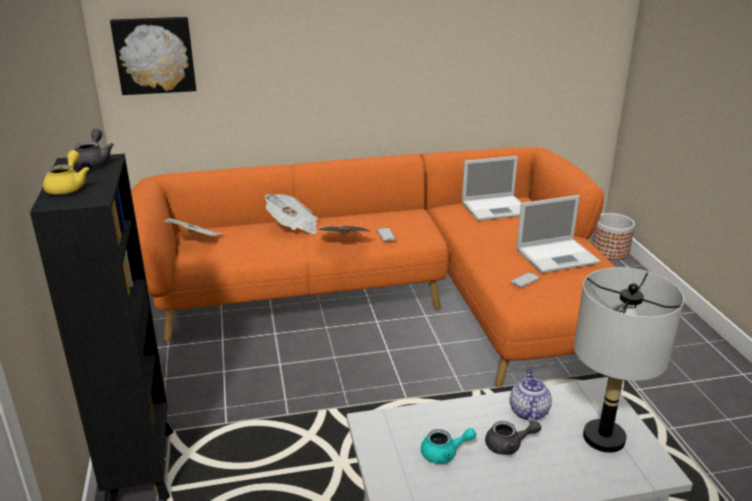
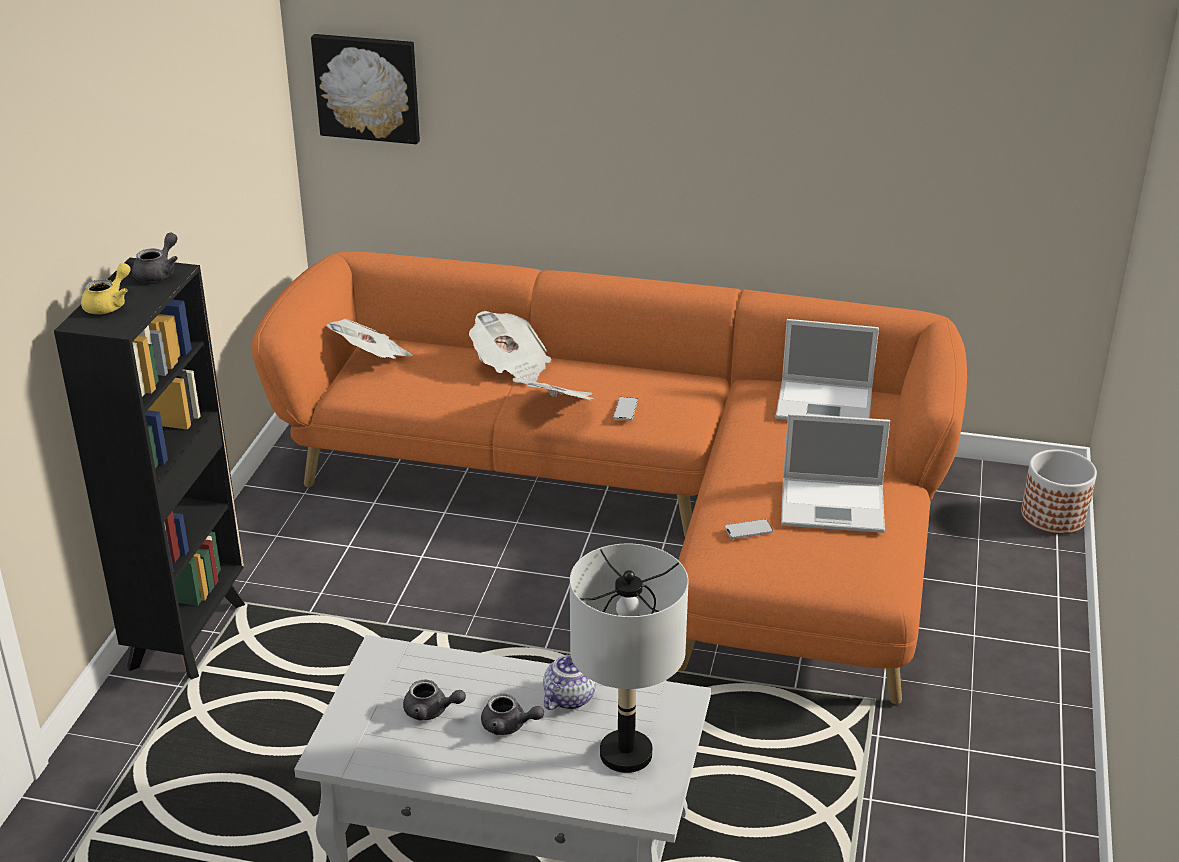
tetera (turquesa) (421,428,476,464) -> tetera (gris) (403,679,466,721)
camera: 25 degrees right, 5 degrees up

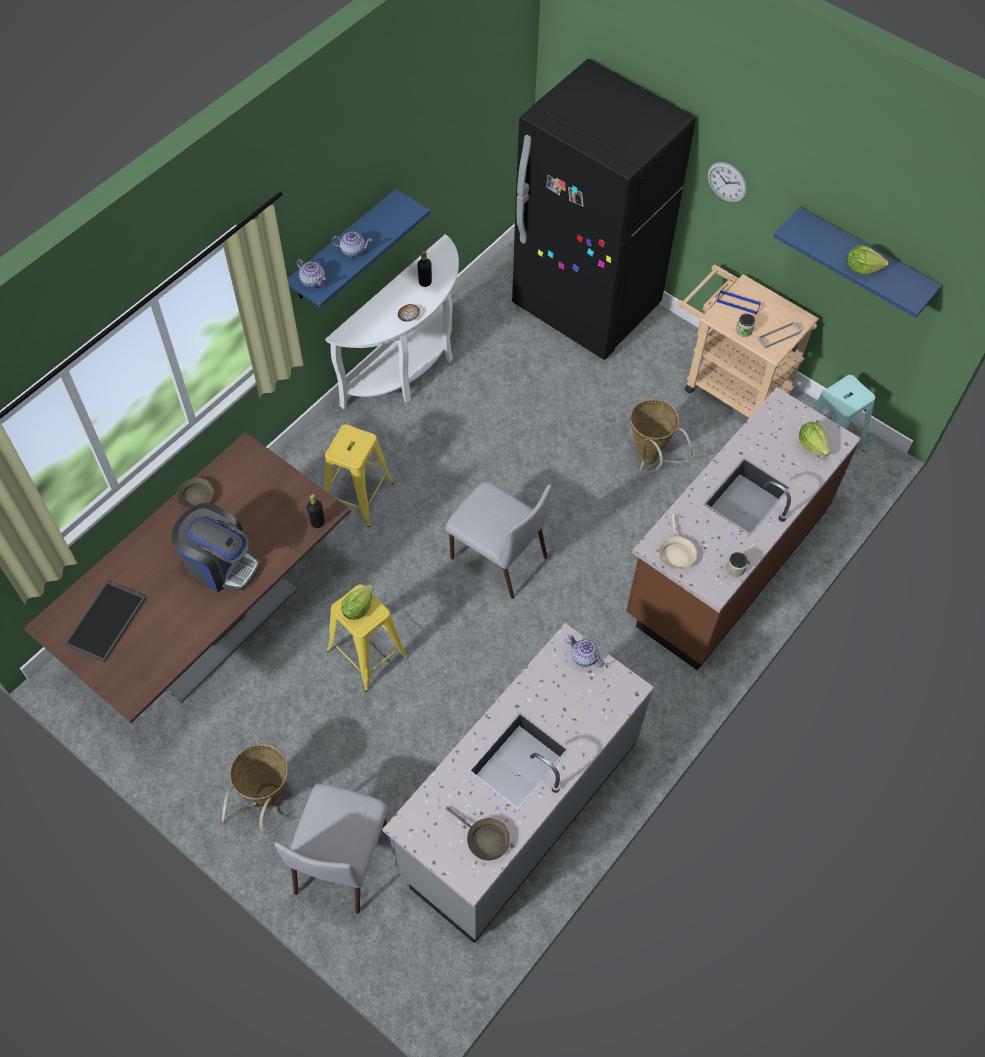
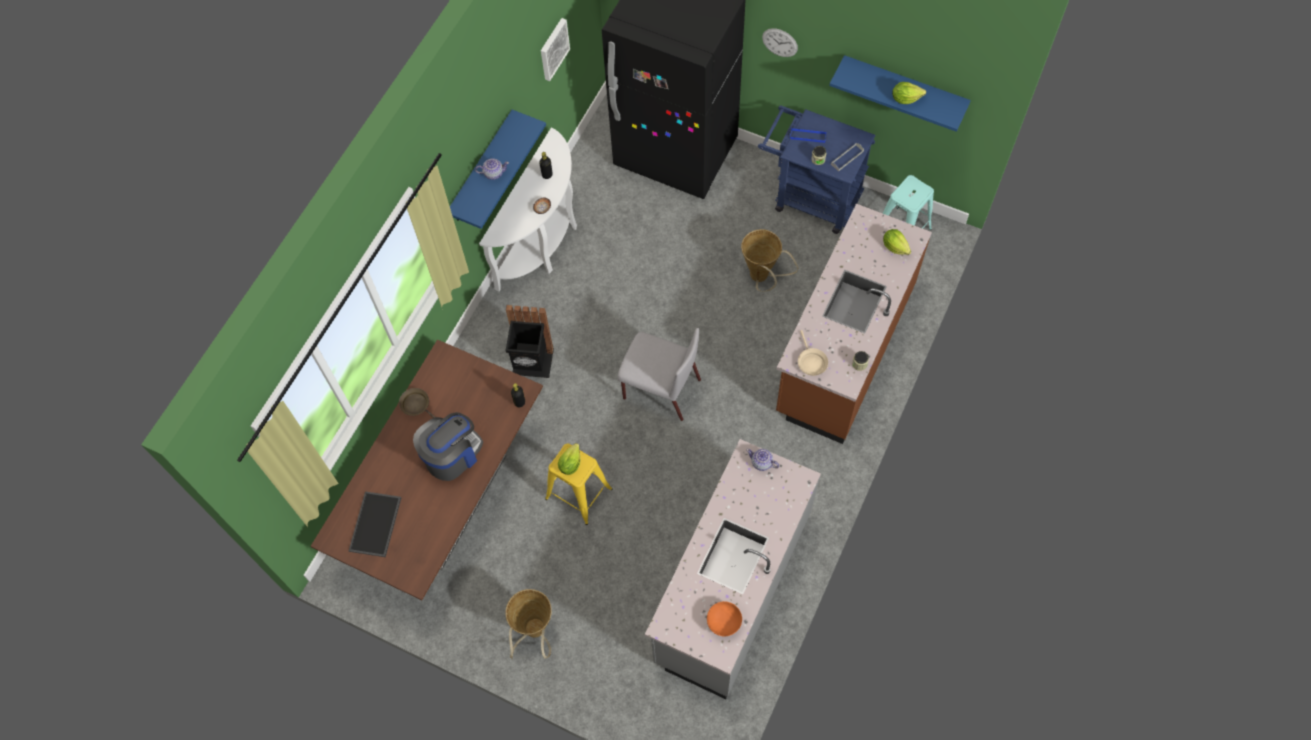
cafetera (171,503,260,592) -> cafetera (413,412,483,481), 60 degrees counterclockwise
silla (gris) (274,783,388,914) -> none
tetera (297,259,326,288) -> none
taburete (amarillo) (324,424,394,527) -> papelera (negro) (505,305,554,378)
sartén (marrón) (446,807,510,861) -> cuenco (naranja) (707,601,742,637)
carrito (beis) (677,265,819,418) -> carrito (azul) (758,105,876,234)
none -> cuadro (541,18,570,81)
camera: 10 degrees left, 5 degrees up

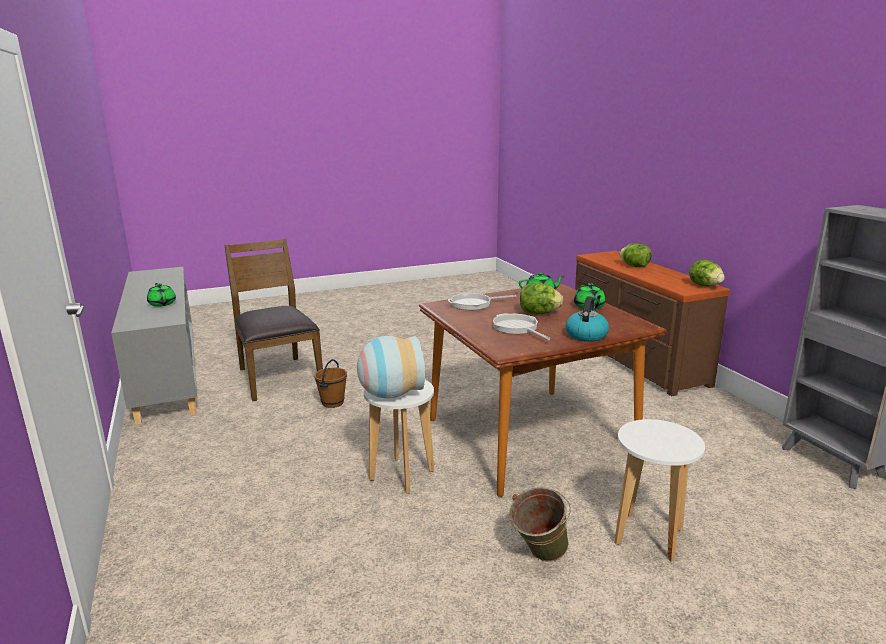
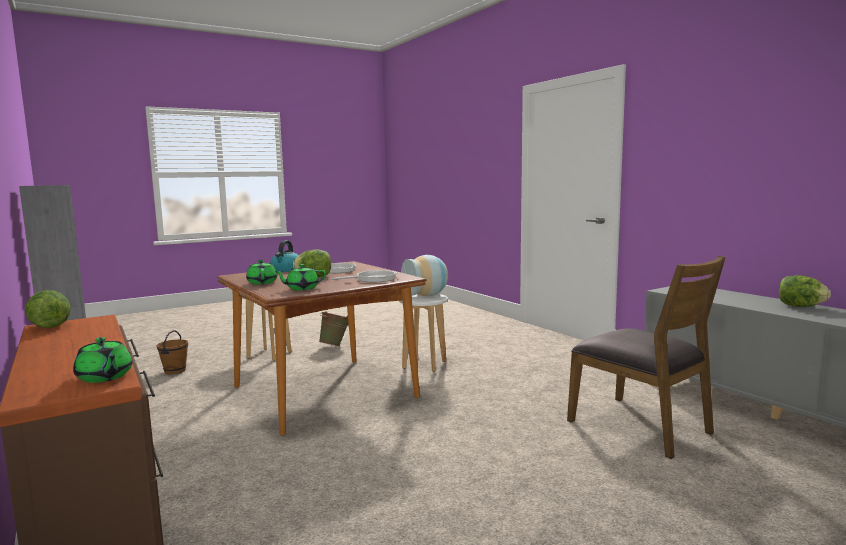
tetera (verde) (147,283,176,307) -> tetera (verde) (73,337,132,383), moved
cubo (marrón) (314,359,347,408) -> cubo (marrón) (157,330,188,374), moved
lechuga (619,243,652,267) -> lechuga (779,275,831,307), moved
camera: 170 degrees right, 10 degrees down

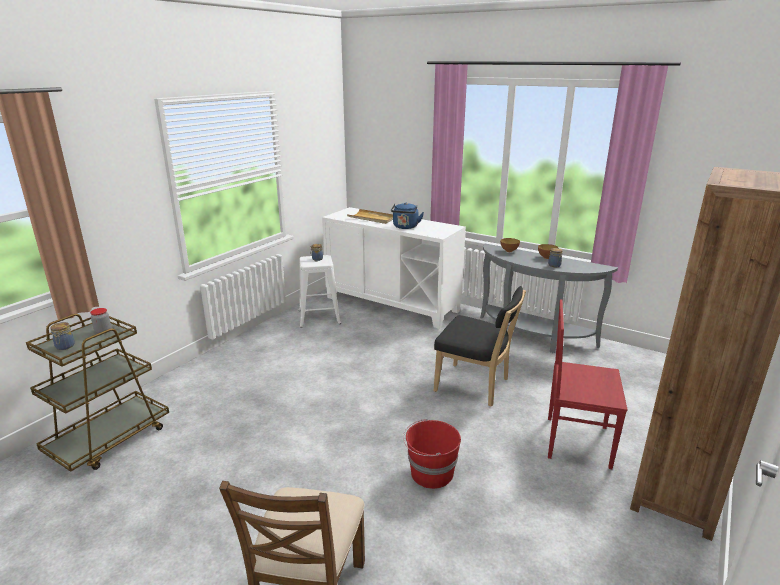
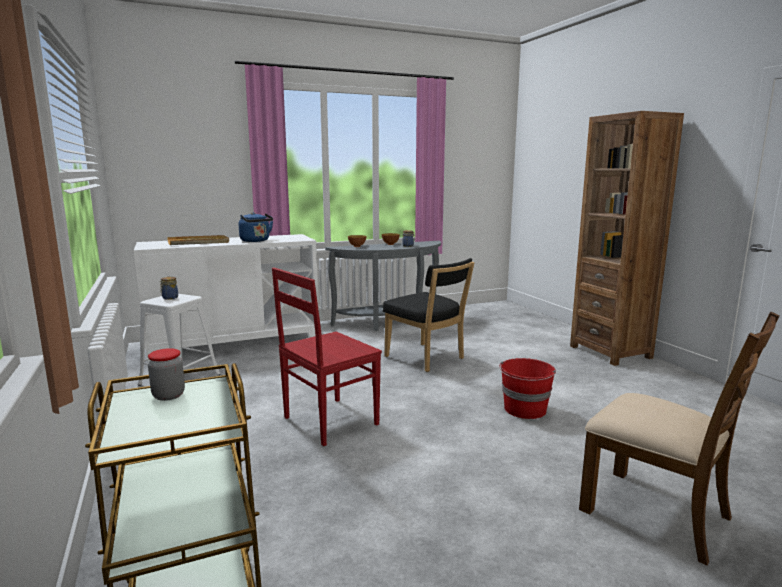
tarro (50,322,75,350) -> none
silla (negro) (434,286,526,406) -> silla (negro) (383,258,475,372), 75 degrees clockwise
silla (rojo) (548,299,628,469) -> silla (rojo) (272,268,382,446), moved
camera: 55 degrees left, 10 degrees down

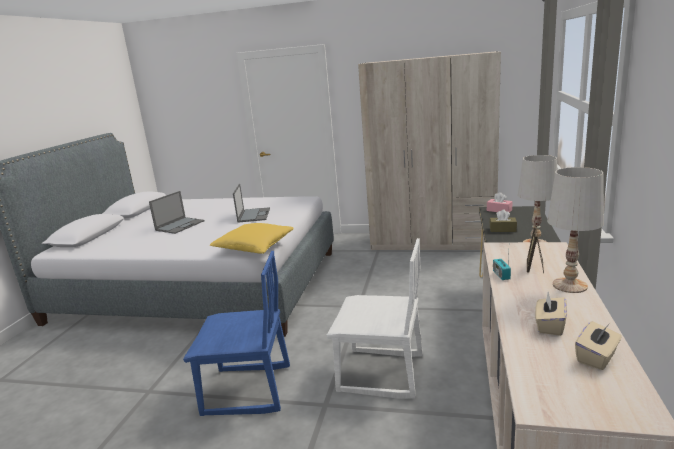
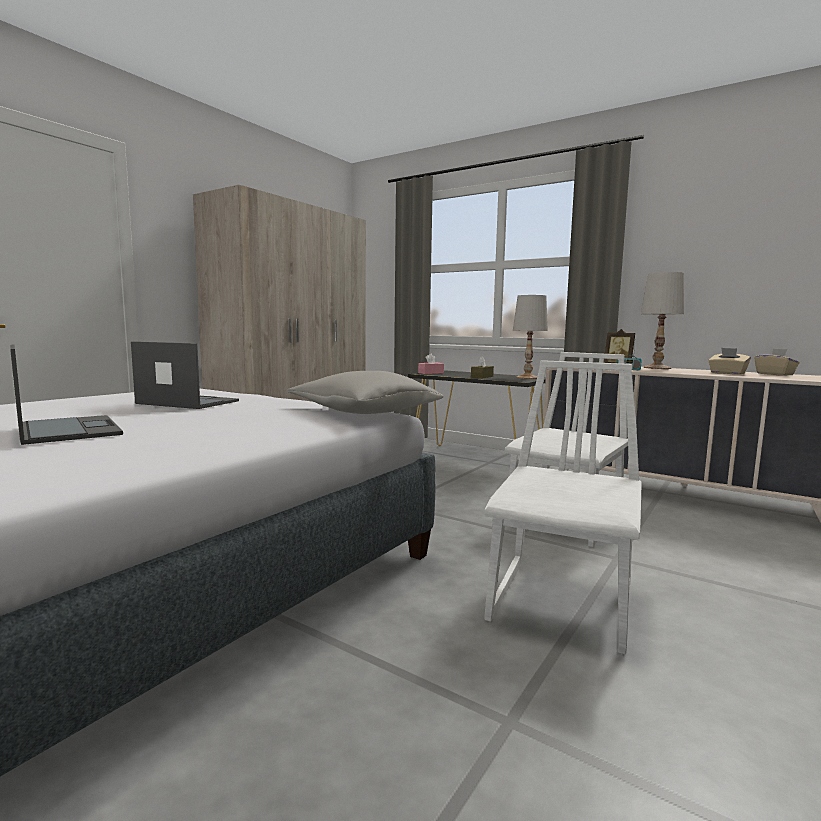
silla (azul) (183,251,290,416) -> silla (blanco) (484,360,642,654)
cojín (amarillo) (210,223,294,254) -> cojín (gris) (287,371,444,414)
camera: 70 degrees left, 10 degrees down

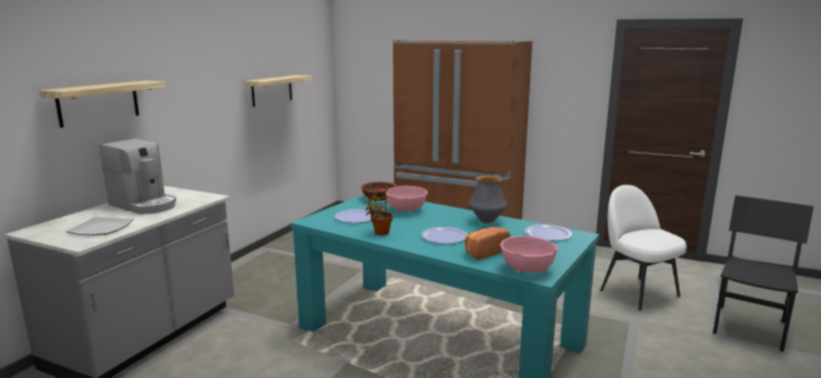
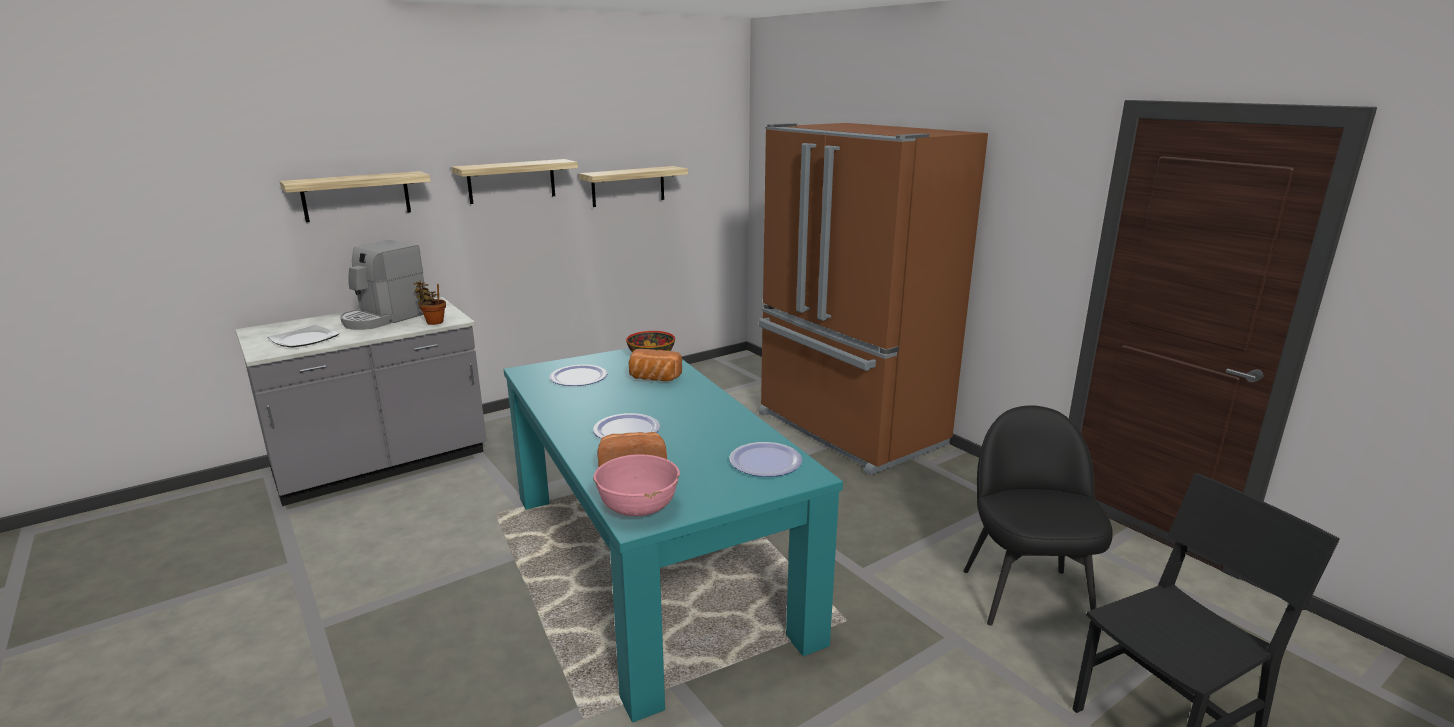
cafetera (99,138,176,214) -> cafetera (340,240,425,330), 60 degrees clockwise
planta en maceta (363,197,393,235) -> planta en maceta (413,280,446,325), moved
cuenco (rosa) (386,186,428,211) -> pan (629,349,682,381)
florero (469,176,507,224) -> none
silla (blanco) (600,185,687,311) -> silla (negro) (963,405,1113,626)
none -> estante (451,159,578,204)
camera: 30 degrees right, 5 degrees up

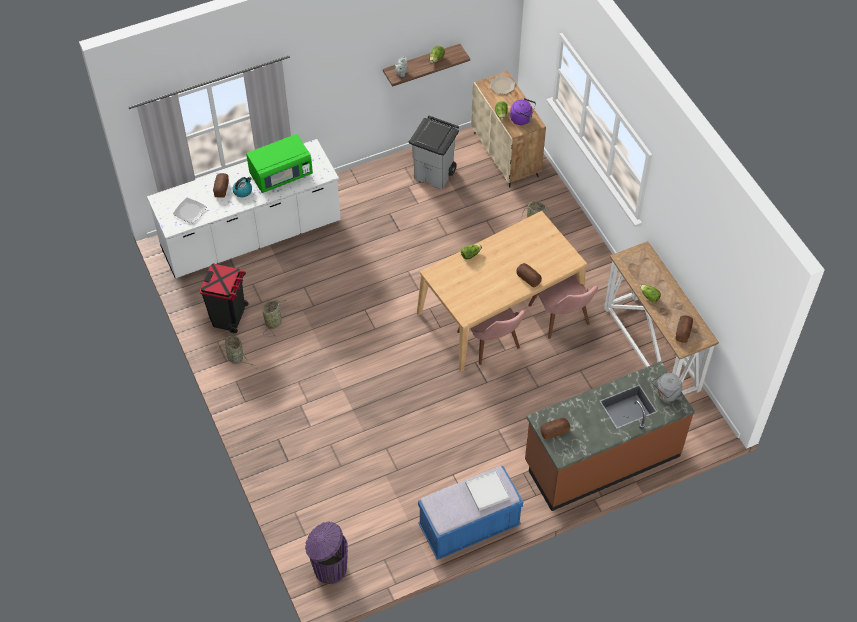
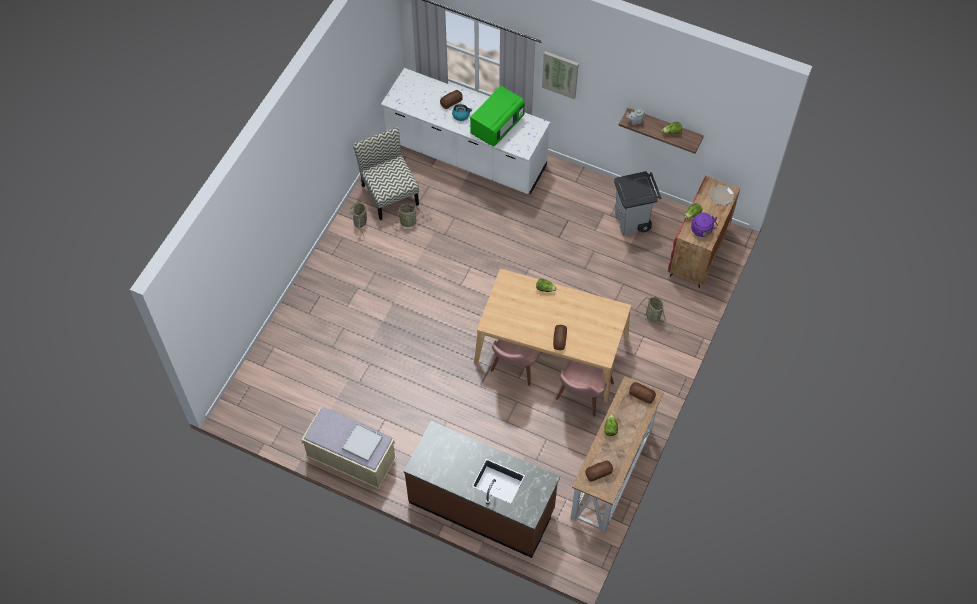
plato (173,198,206,223) -> none
papelera (negro) (200,263,249,333) -> silla (353,127,419,220)
microondas (verde) (246,134,313,193) -> microondas (verde) (470,86,525,146), 75 degrees counterclockwise
papelera (morado) (305,522,348,584) -> none
banco (azul) (418,466,523,560) -> banco (beis) (301,407,397,490)
armario (beis) (471,71,546,187) -> armario (rojo) (668,176,740,288)
pan (540,418,570,439) -> pan (629,382,656,404), moved
hervidor (gris) (652,373,683,402) -> none
none -> cuadro (542,51,579,99)
camera: 50 degrees right, 5 degrees up

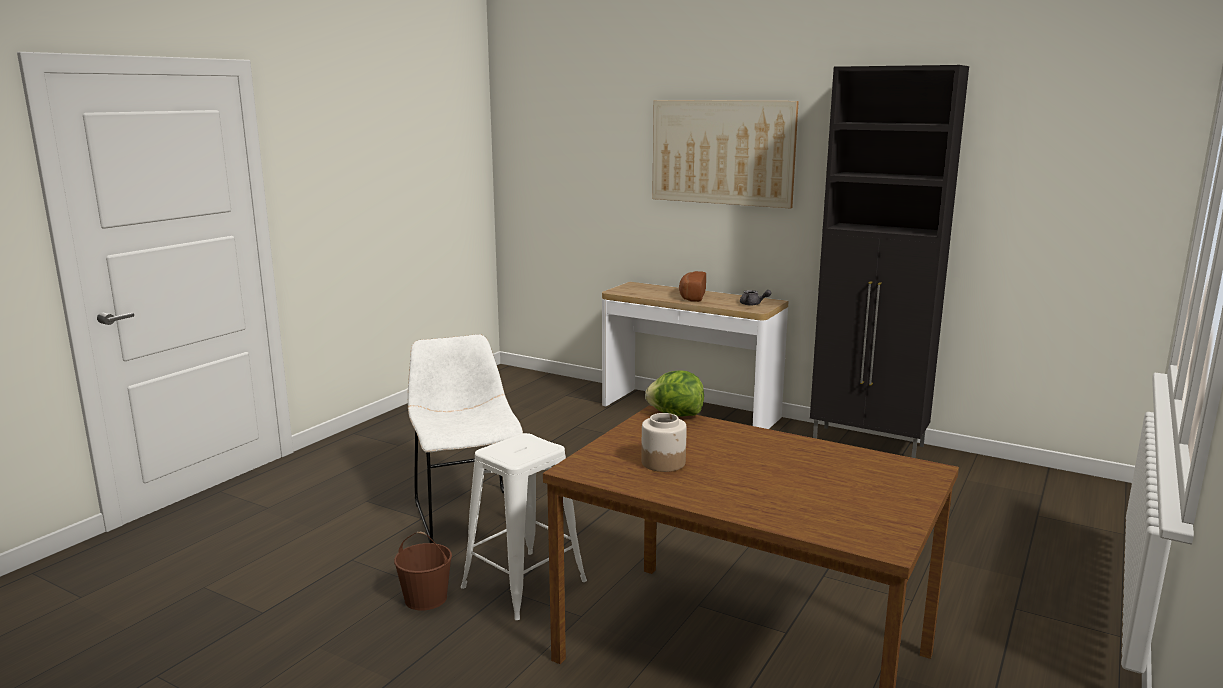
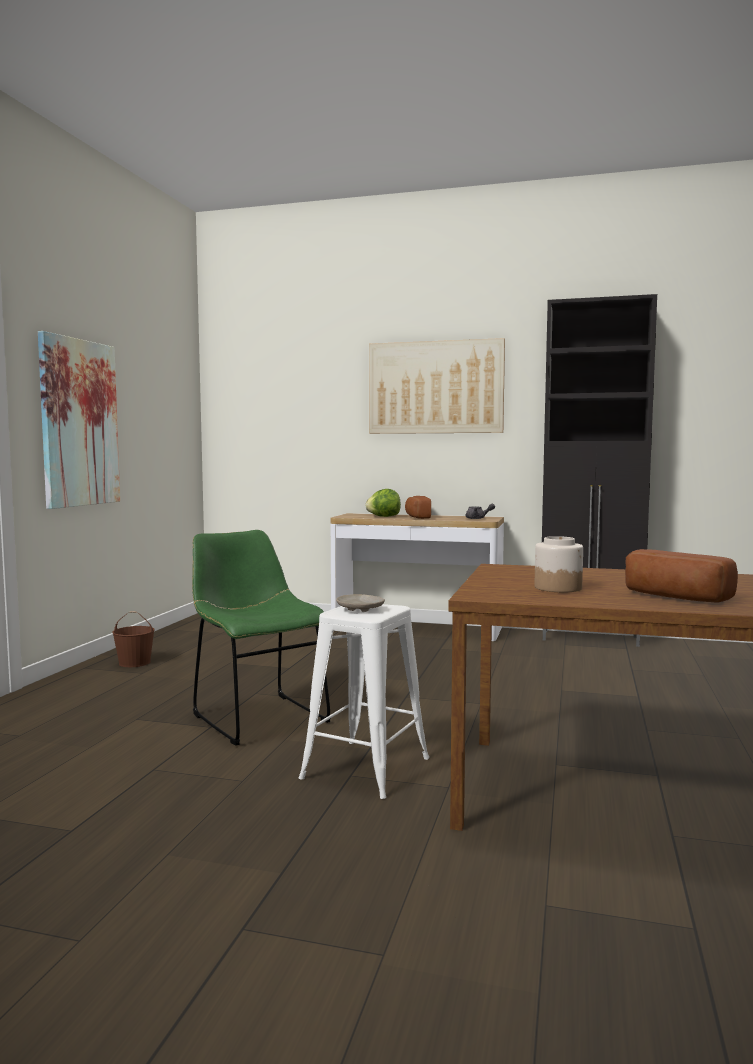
cubo (marrón) (394,532,452,610) -> cubo (marrón) (112,611,155,667), moved
silla (blanco) (408,334,523,543) -> silla (verde) (192,530,331,745)
lechuga (645,370,704,416) -> lechuga (365,489,401,517), moved
none -> cuadro (38,331,120,509)
none -> plato (beis) (336,594,385,612)
none -> pan (625,549,738,603)
camera: 15 degrees left, 10 degrees down

